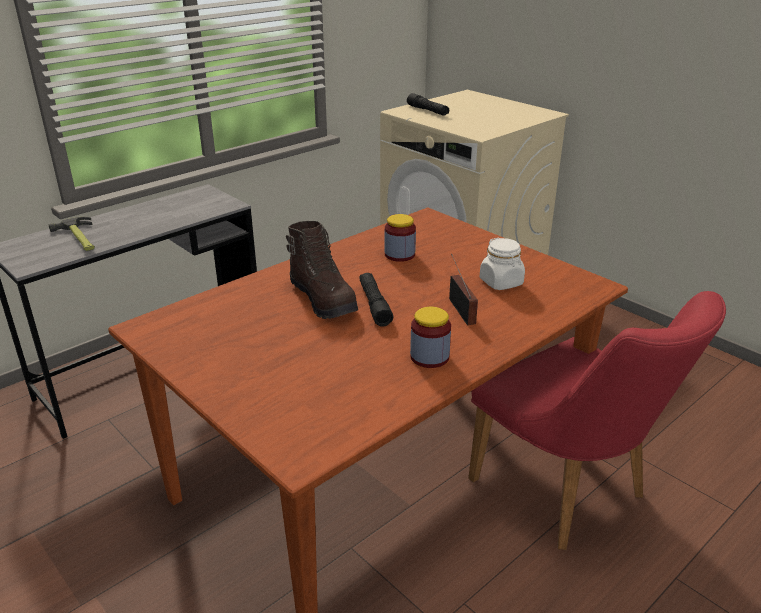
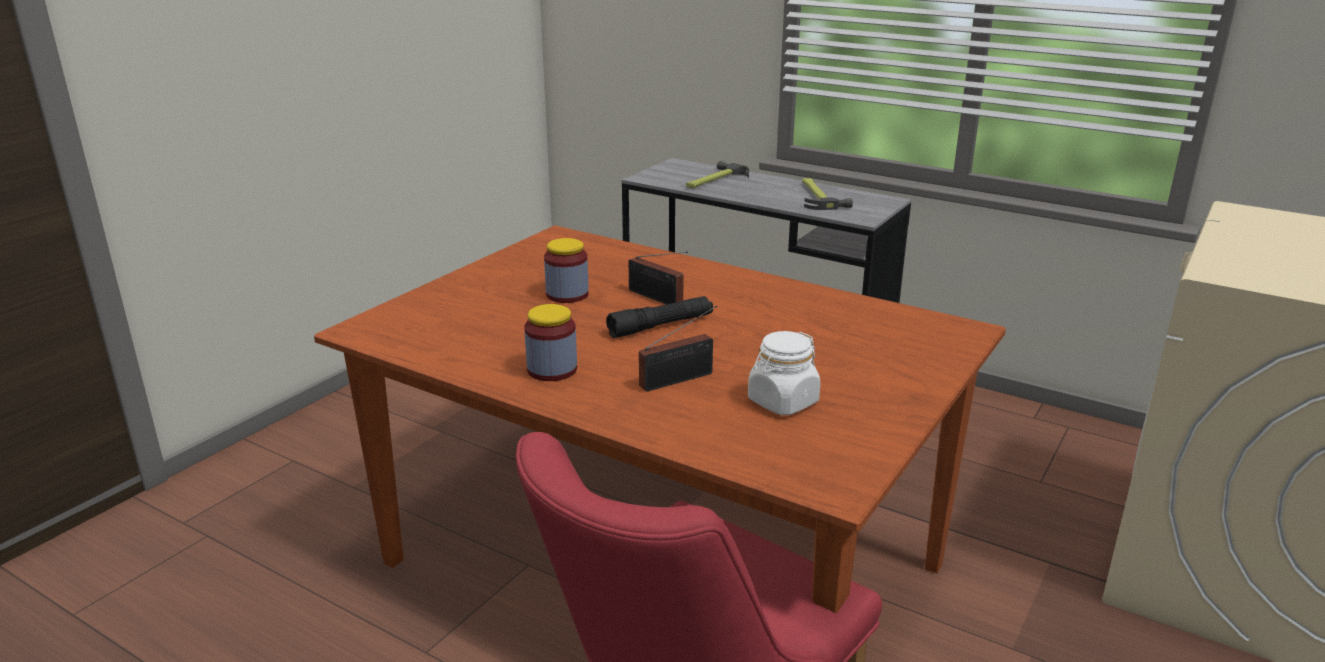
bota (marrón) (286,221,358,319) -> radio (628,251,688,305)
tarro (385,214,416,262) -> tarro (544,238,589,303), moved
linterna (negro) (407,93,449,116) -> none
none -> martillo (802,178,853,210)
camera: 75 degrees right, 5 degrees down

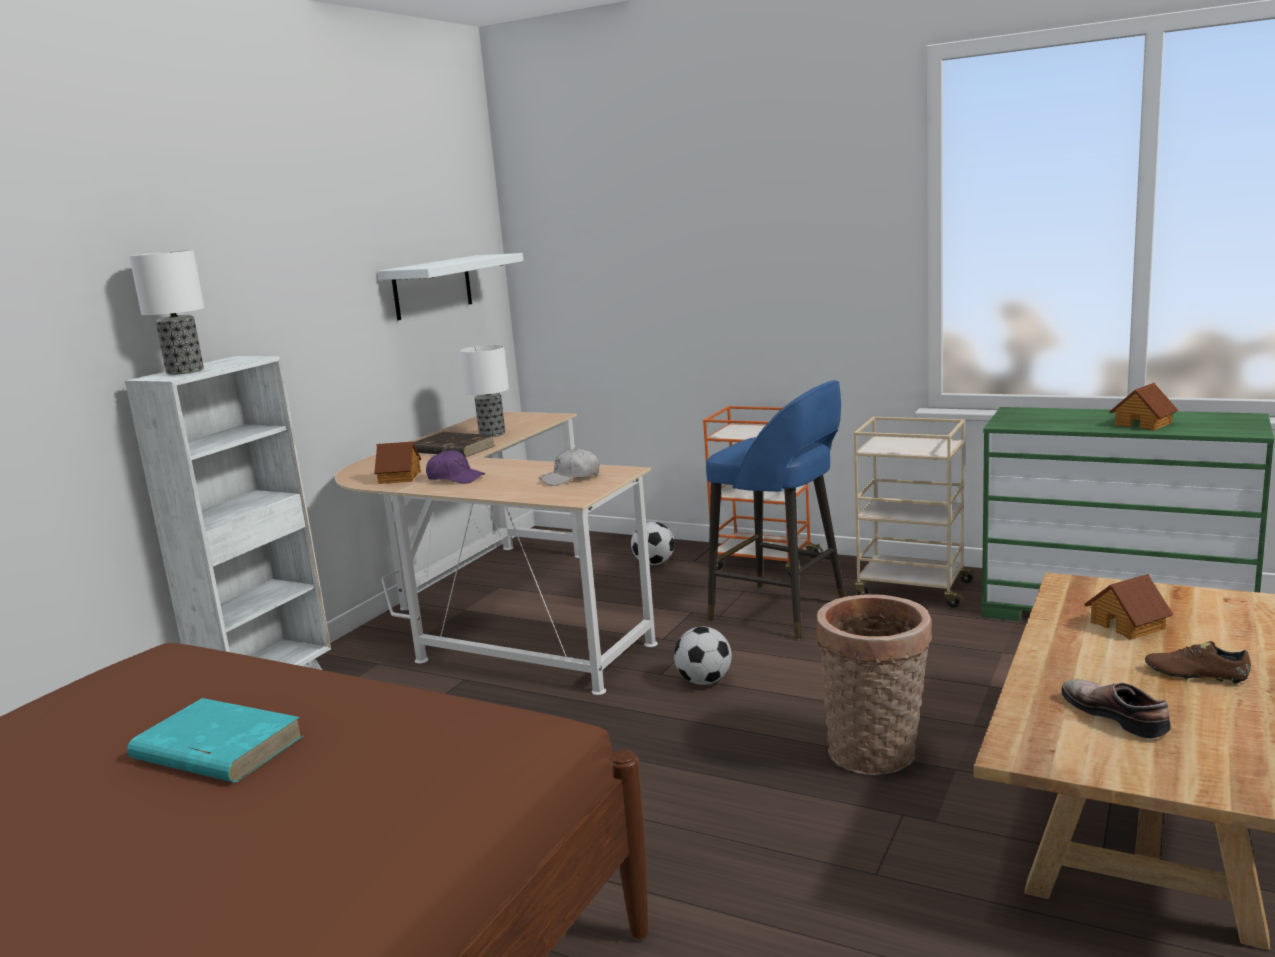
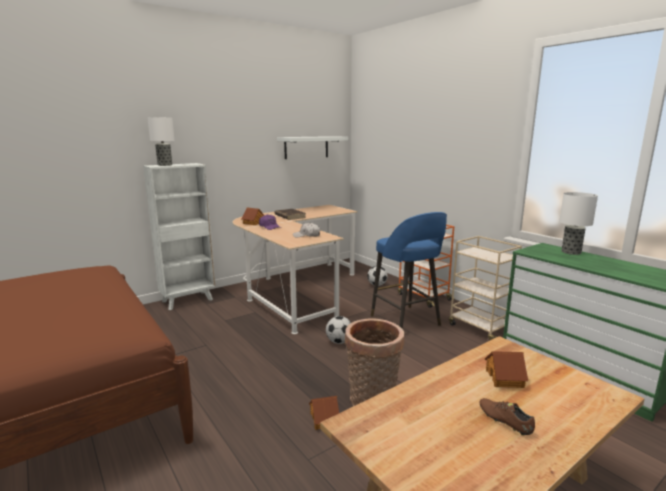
libro (turquesa) (127,698,303,782) -> none
lámpara de mesa (460,345,509,437) -> lámpara de mesa (559,192,598,255), moved
zapato (1061,679,1171,739) -> none
casita (1109,383,1178,430) -> casita (309,396,339,430), moved
camera: 25 degrees right, 0 degrees up

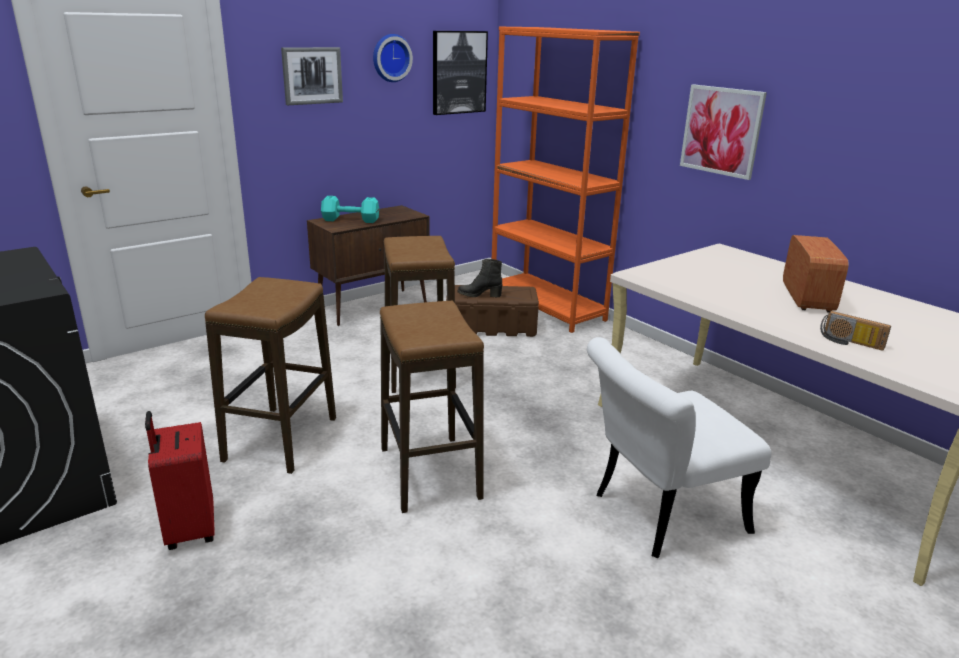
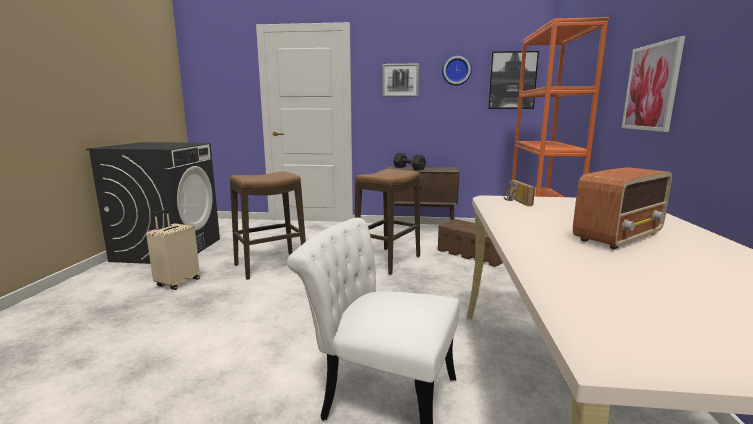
maleta (rojo) (145,411,215,550) -> maleta (beis) (146,210,200,290)
mancuerna (turquesa) (321,196,379,223) -> mancuerna (negro) (393,153,426,171)
taburete (380,301,484,513) -> none
bota (negro) (458,259,502,297) -> none
radio (820,311,891,351) -> radio (504,180,535,206), moved
camera: 45 degrees right, 10 degrees down

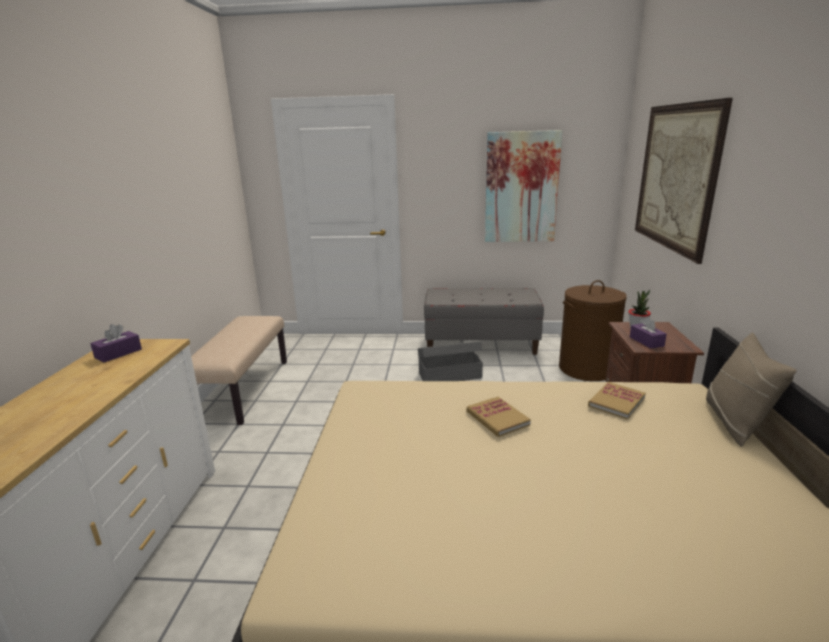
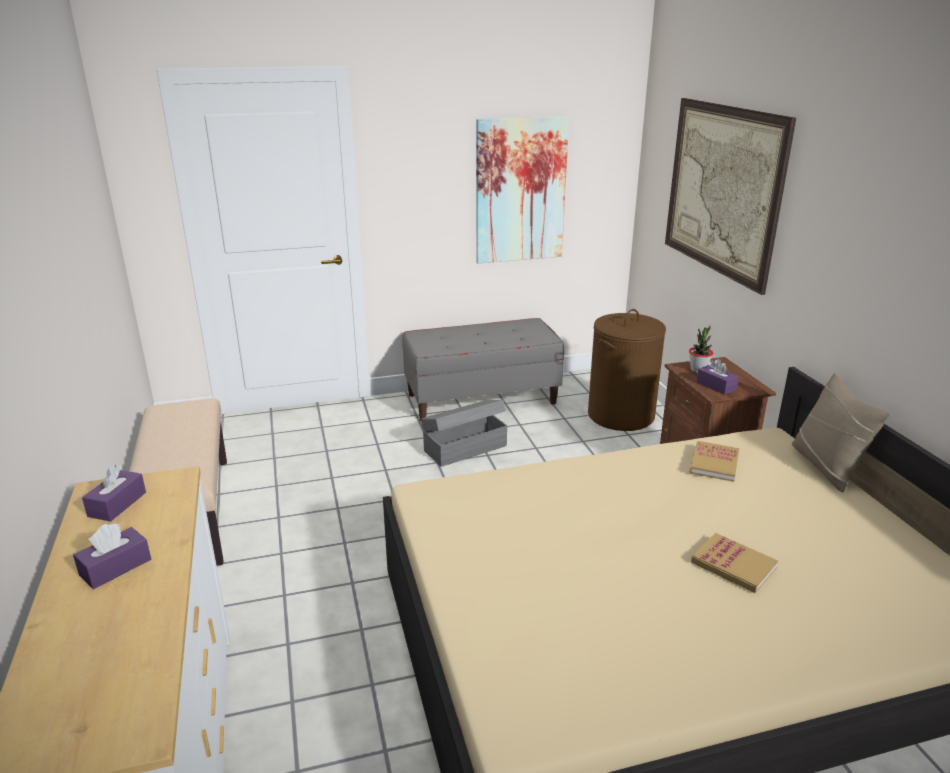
libro (467,397,531,437) -> libro (691,533,778,593), moved
none -> caja de pañuelos (morado) (73,524,151,589)
camera: 20 degrees left, 5 degrees up

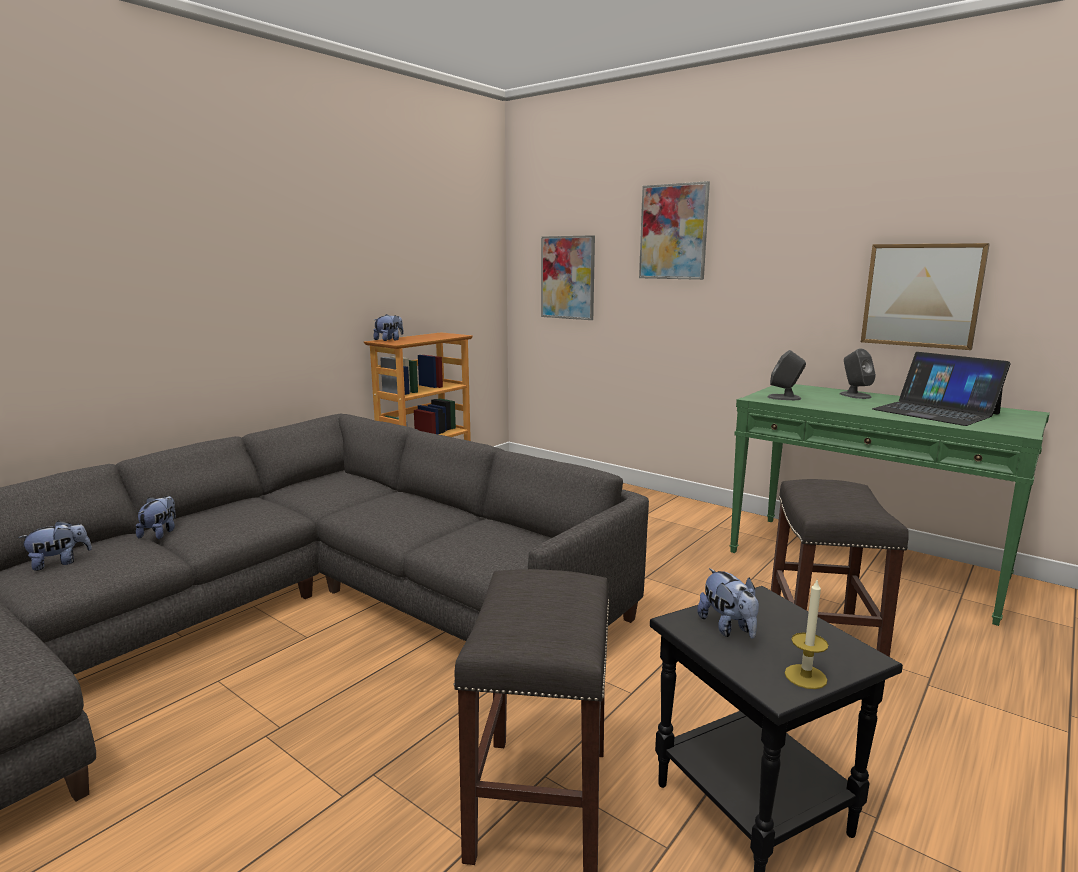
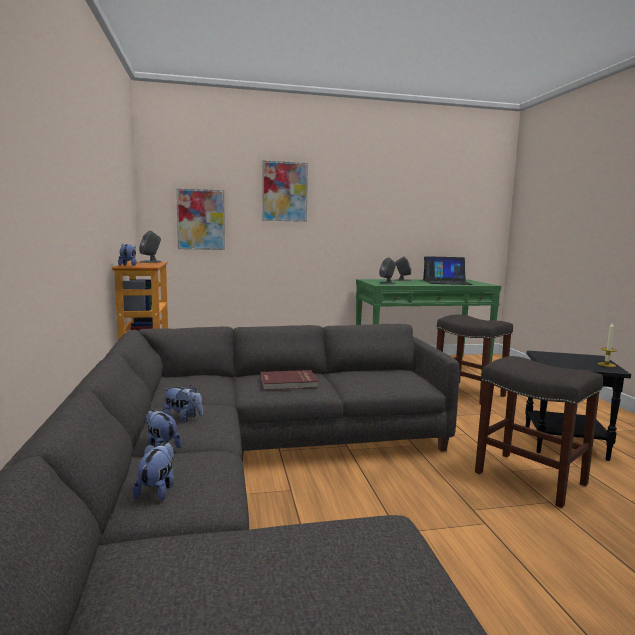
peluche (697,568,759,638) -> peluche (163,385,203,422), moved
cuadro (861,243,990,350) -> none
none -> altavoz (gris) (139,231,161,263)
none -> libro (rojo) (260,370,318,390)
camera: 50 degrees left, 5 degrees down

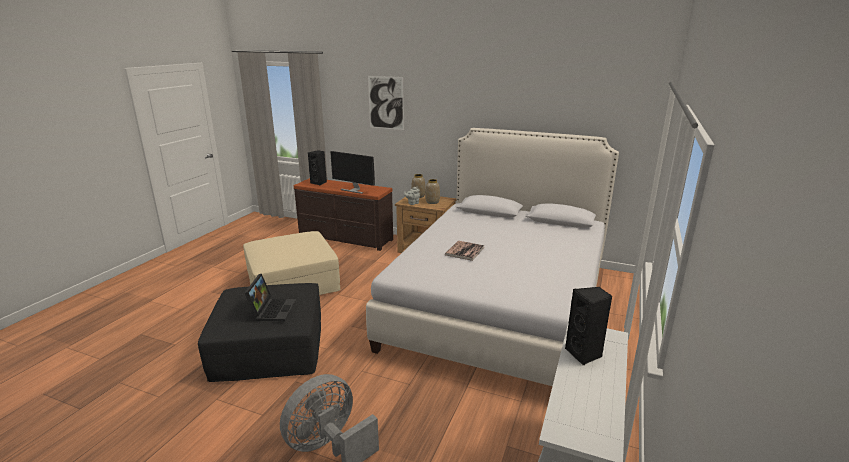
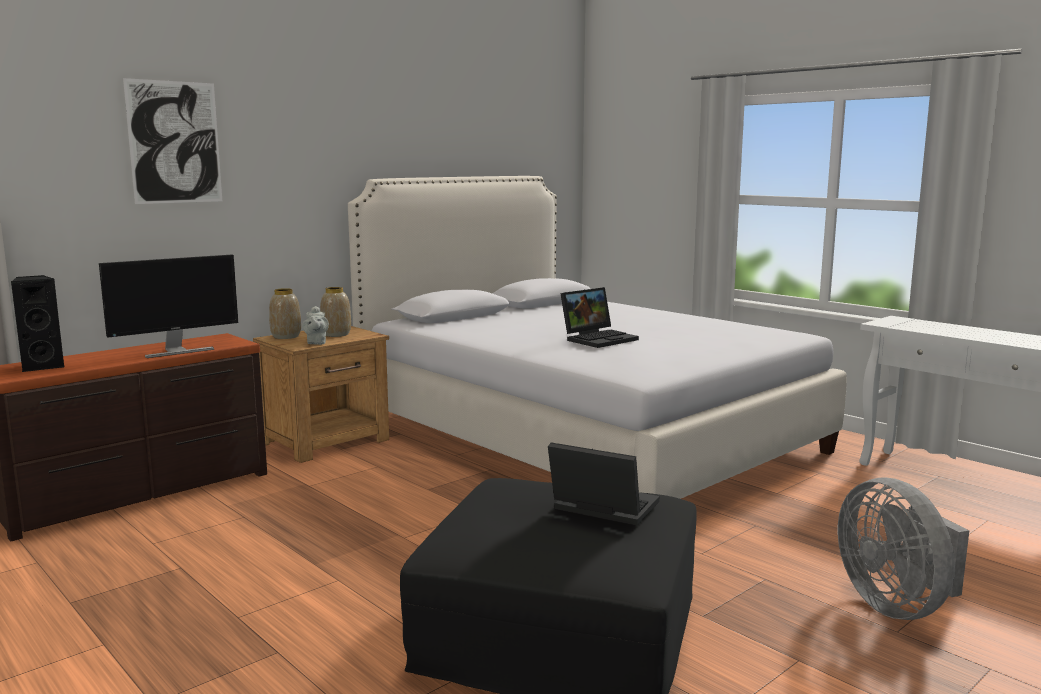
puf (beis) (243,231,340,295) -> none
libro (445,241,484,261) -> portátil (560,287,639,348)
altavoz (negro) (565,287,612,365) -> none
camera: 65 degrees left, 10 degrees down

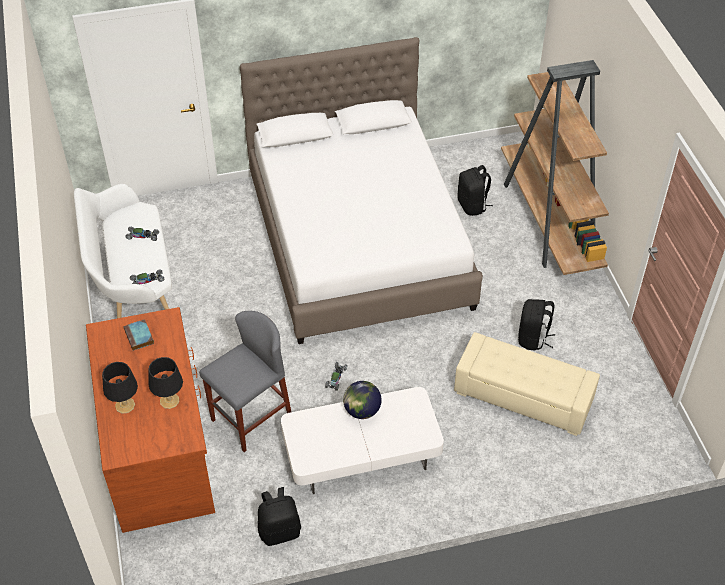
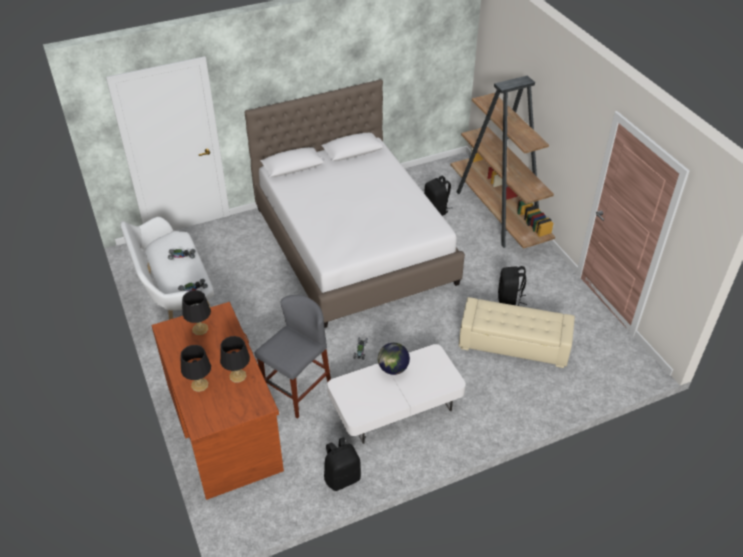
libro (123,319,154,351) -> lámpara de mesa (negro) (182,290,211,335)
camera: 10 degrees left, 5 degrees down

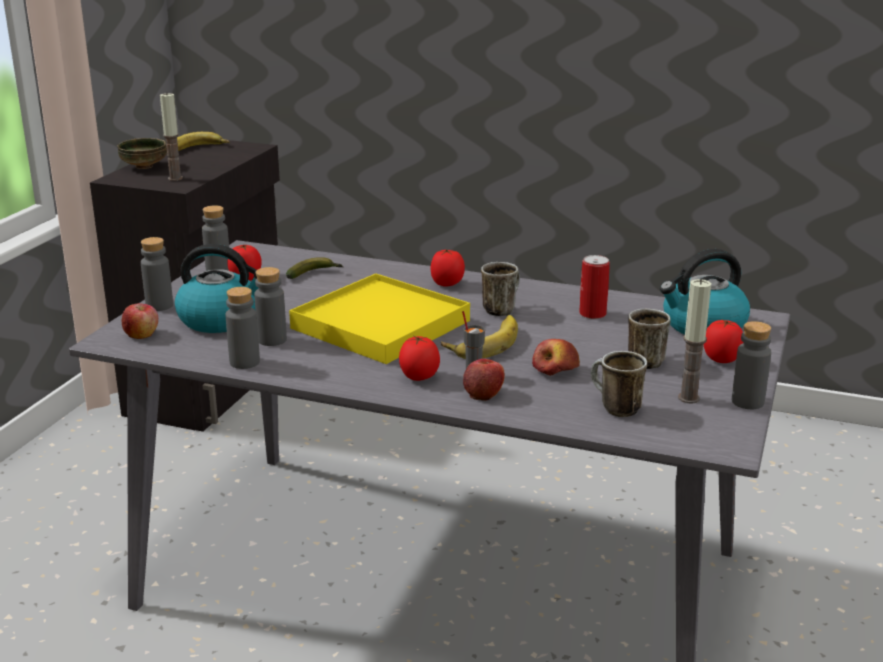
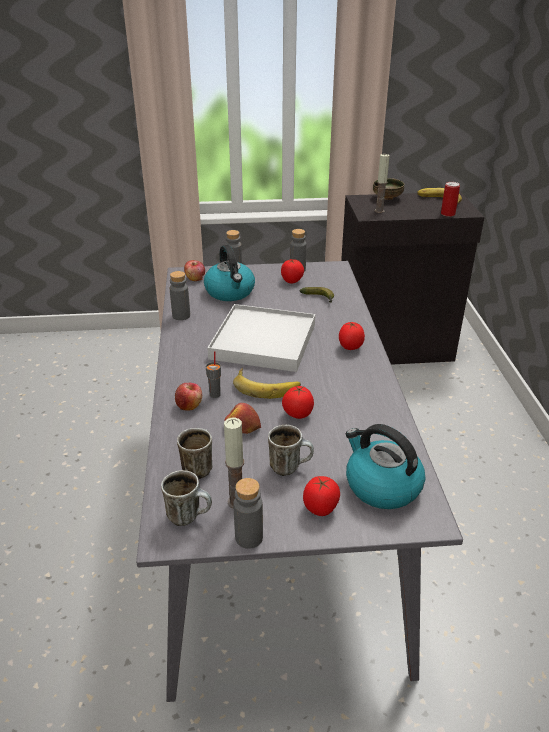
botella (gris) (254,267,287,346) -> none
bandeja (amarillo) (289,273,470,364) -> bandeja (blanco) (207,304,315,372)
tomate (399,336,440,381) -> tomate (282,386,314,419), moved
taza grande (481,262,520,316) -> taza grande (161,470,212,526), moved
lata (579,255,610,319) -> lata (441,182,460,217), moved
camera: 65 degrees right, 10 degrees up

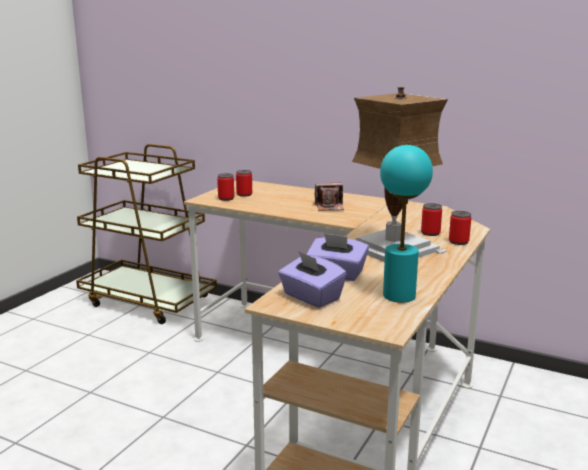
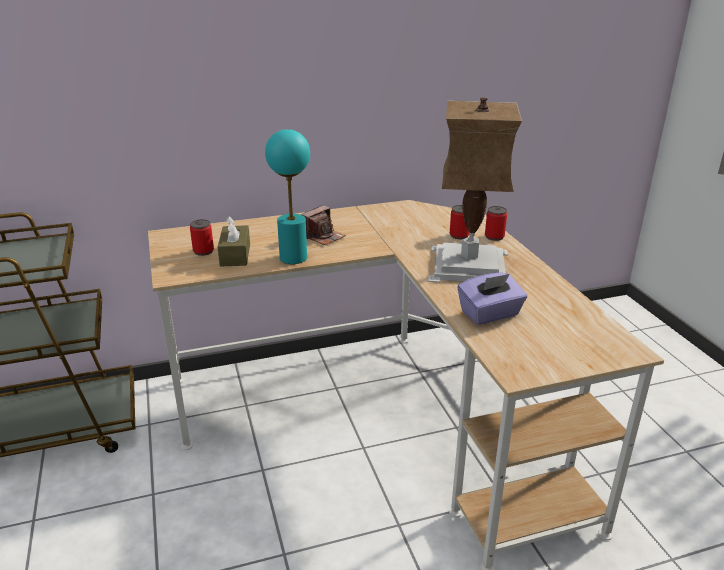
lata (217,173,234,201) -> none
caja de pañuelos (morado) (278,251,347,308) -> none
lámpara de mesa (turquesa) (380,145,433,303) -> lámpara de mesa (turquesa) (265,129,310,264), moved
none -> caja de pañuelos (marrón) (218,216,250,267)
camera: 45 degrees left, 10 degrees up

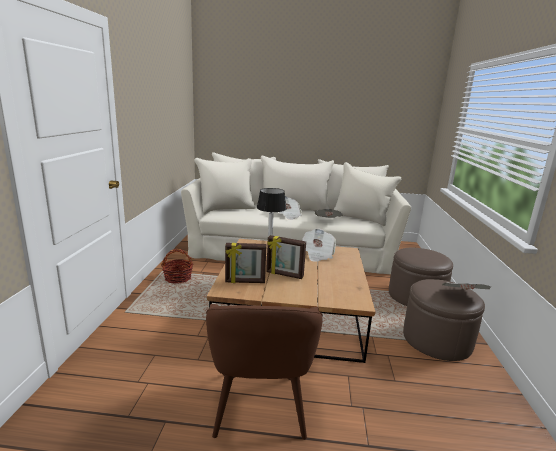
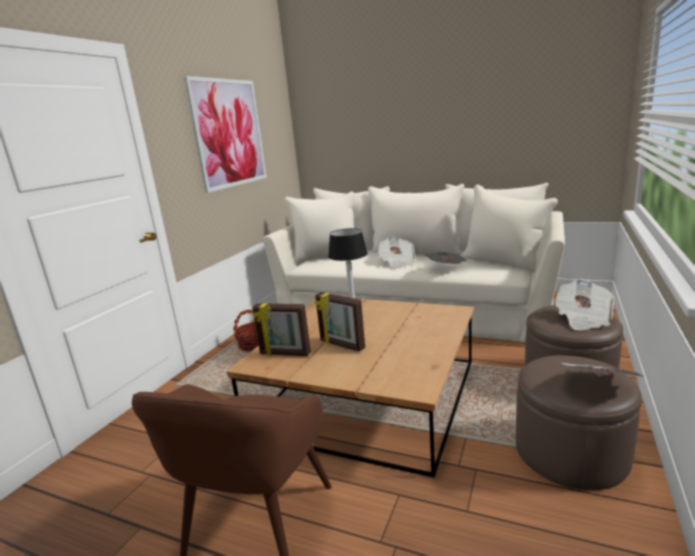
periódico (302,228,336,262) -> periódico (554,279,615,331), moved
none -> cuadro (184,76,267,193)
camera: 20 degrees right, 0 degrees up

